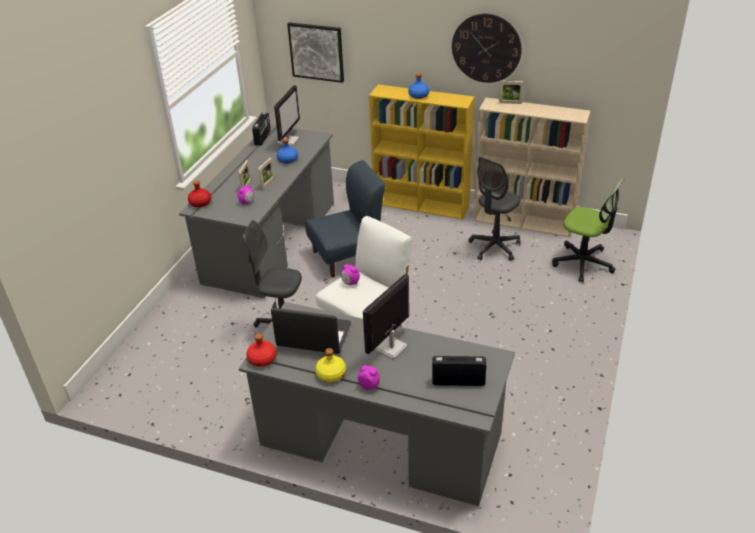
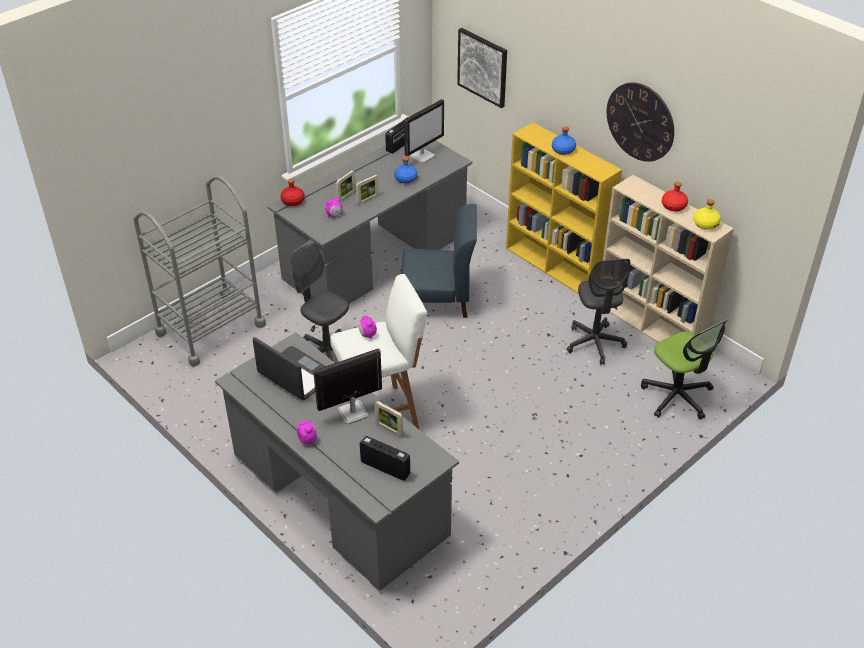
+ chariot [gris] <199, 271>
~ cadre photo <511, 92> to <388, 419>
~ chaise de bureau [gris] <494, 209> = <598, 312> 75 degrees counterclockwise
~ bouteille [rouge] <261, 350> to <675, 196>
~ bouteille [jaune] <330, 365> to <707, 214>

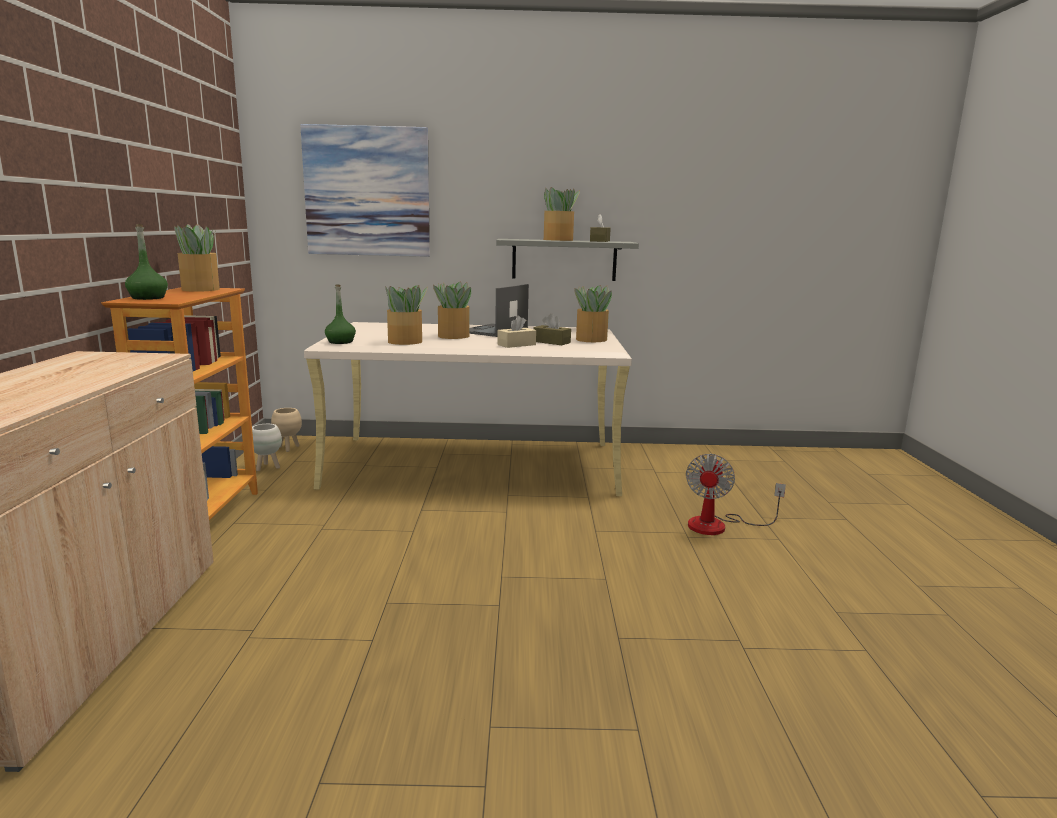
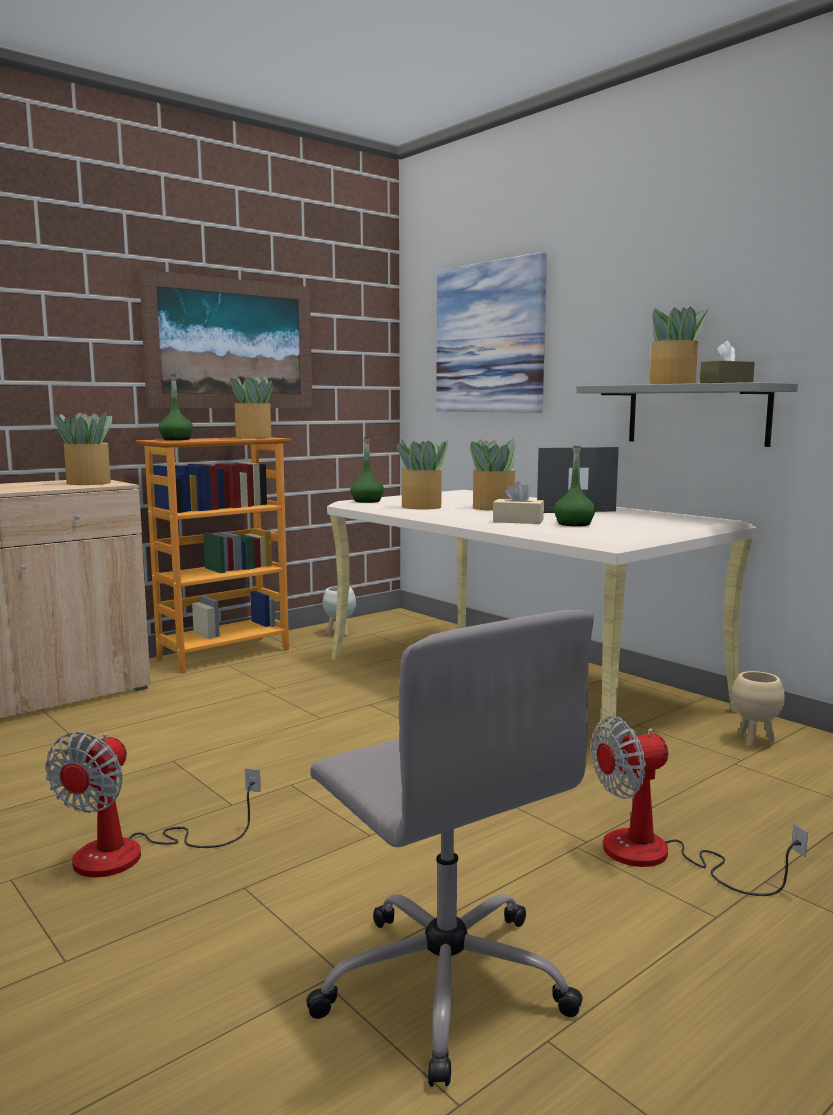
+ ventilateur <153, 804>
~ plante en pot <593, 313> to <83, 448>
+ tableau <226, 339>
+ chaise de bureau [gris] <450, 848>
~ boîte à mouchoirs [marron] <552, 329> to bouteille [vert] <575, 485>
~ cache-pot [beige] <286, 430> to <758, 709>

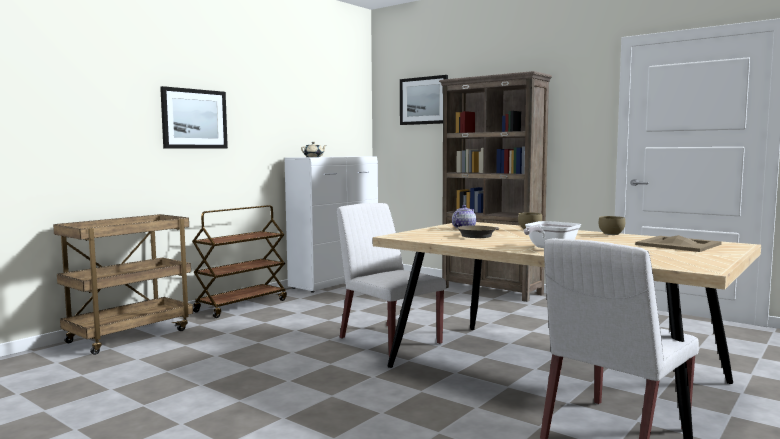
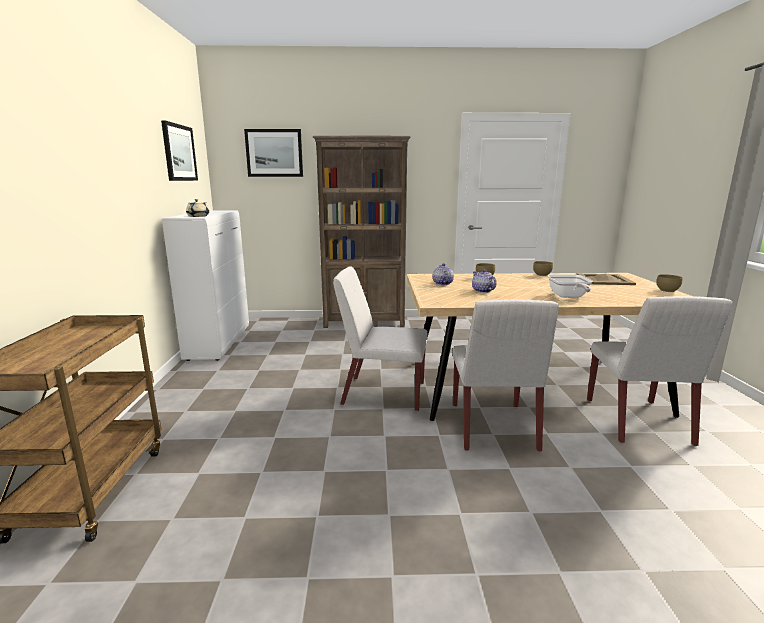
~ tableau <194, 117> to <179, 150>
+ chaise [blanc] <506, 375>
~ poêle [marron] <478, 231> to théière <484, 281>
+ bol [marron] <669, 283>
- chariot [marron] <239, 261>

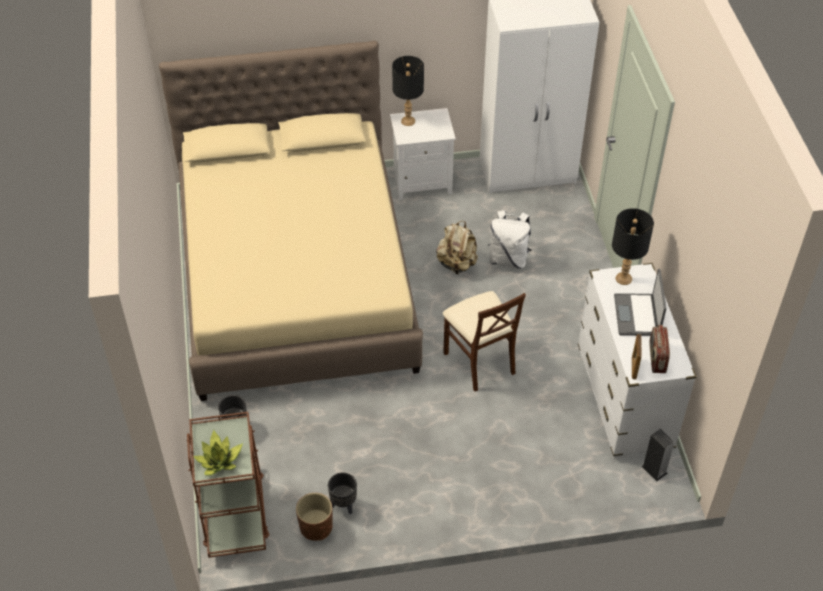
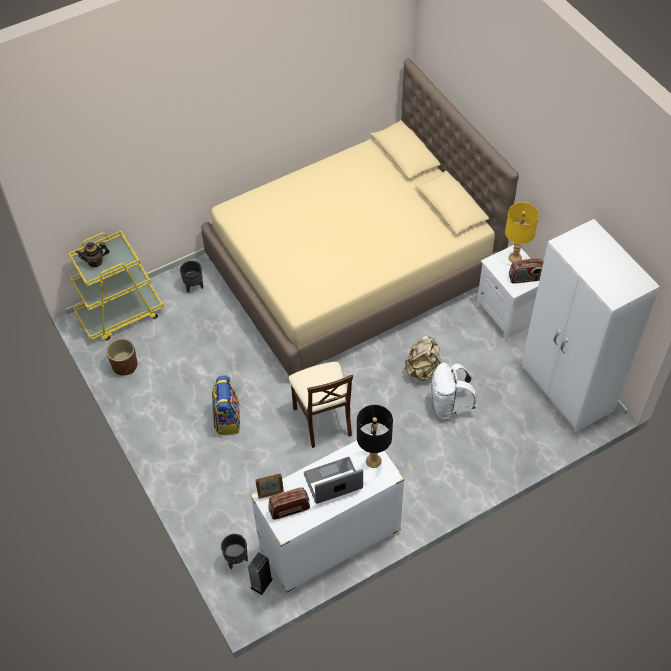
~ chariot [marron] <228, 485> to chariot [jaune] <116, 285>
~ plante en pot <218, 453> to théière <93, 254>
+ sac à dos <226, 405>
~ cache-pot [noir] <342, 493> to <234, 551>
~ chaise [beige] <484, 341> = <321, 405> 60 degrees counterclockwise
~ lampe de table [noir] <408, 91> to lampe de table [jaune] <522, 232>
+ radio <526, 270>

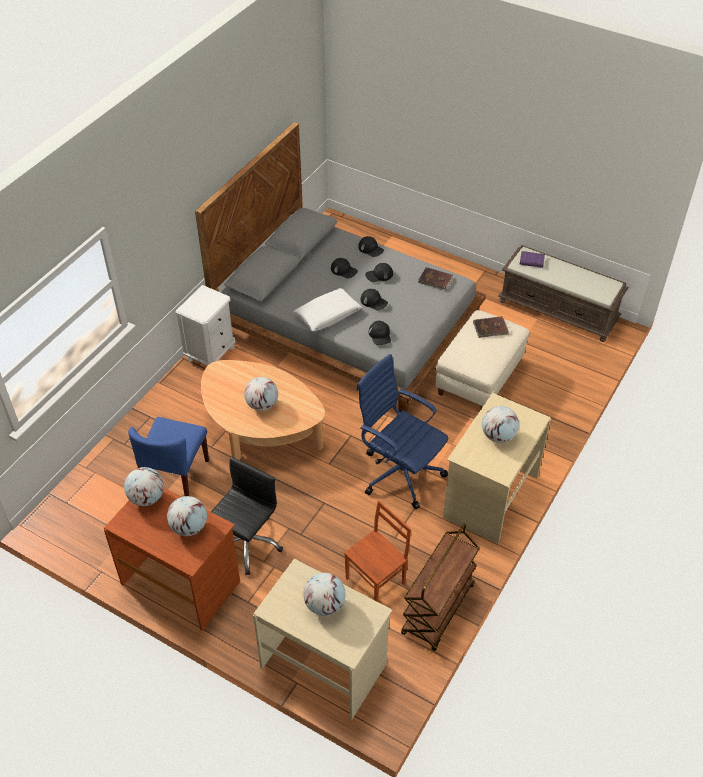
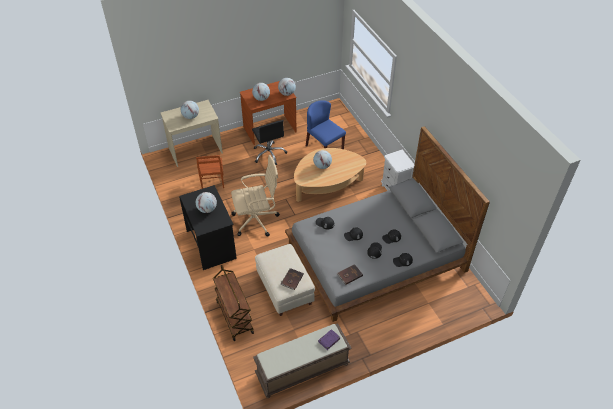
~ bureau [beige] <497, 468> to bureau [noir] <208, 227>
~ chariot [marron] <440, 587> to <233, 303>
~ chaise de bureau [bleu] <402, 431> to chaise de bureau [beige] <255, 196>
- coussin [blanc] <327, 309>

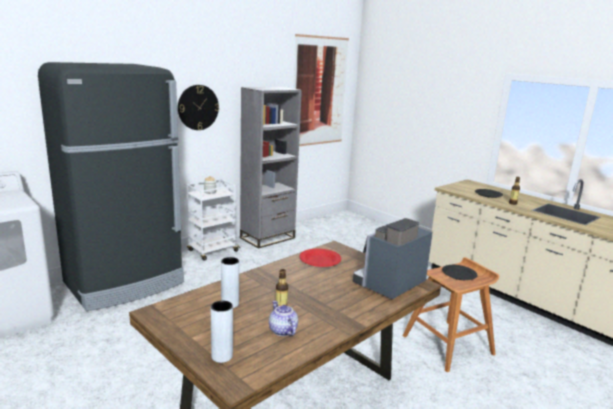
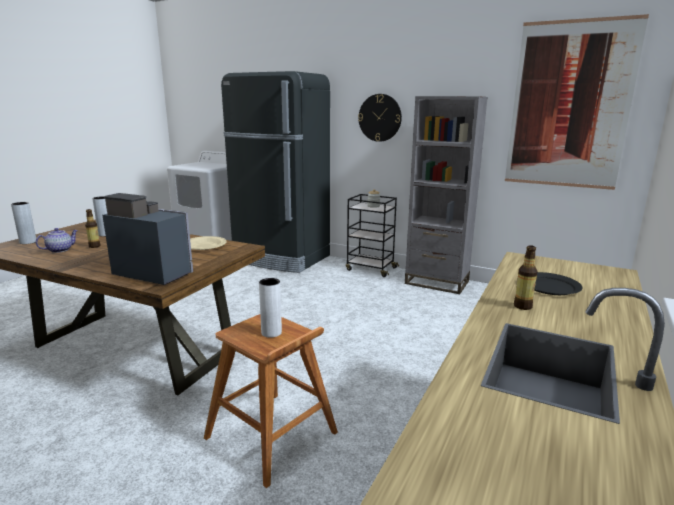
~ assiette [rouge] <320, 258> to assiette [beige] <208, 243>
~ assiette [noir] <460, 272> to vase [blanc] <270, 308>
~ chariot [blanc] <213, 220> to chariot [noir] <372, 235>

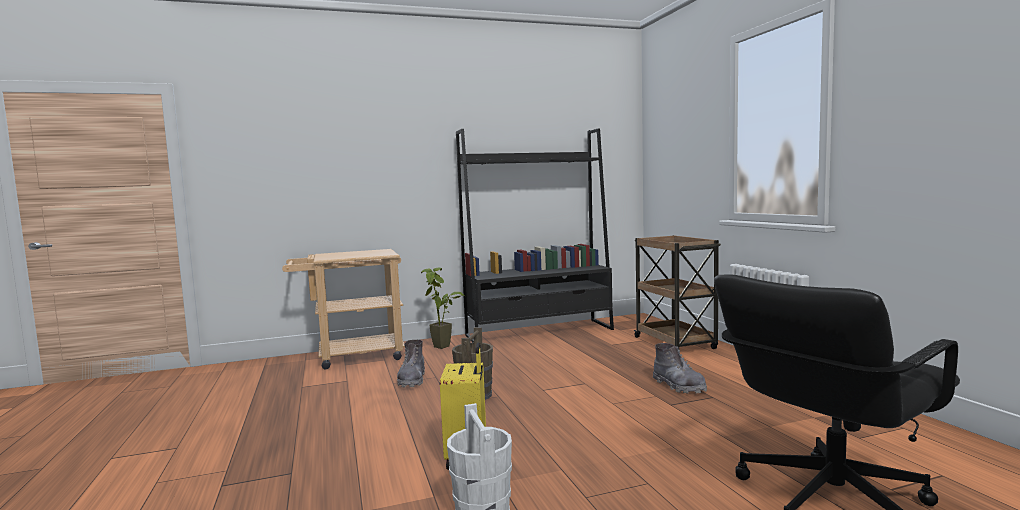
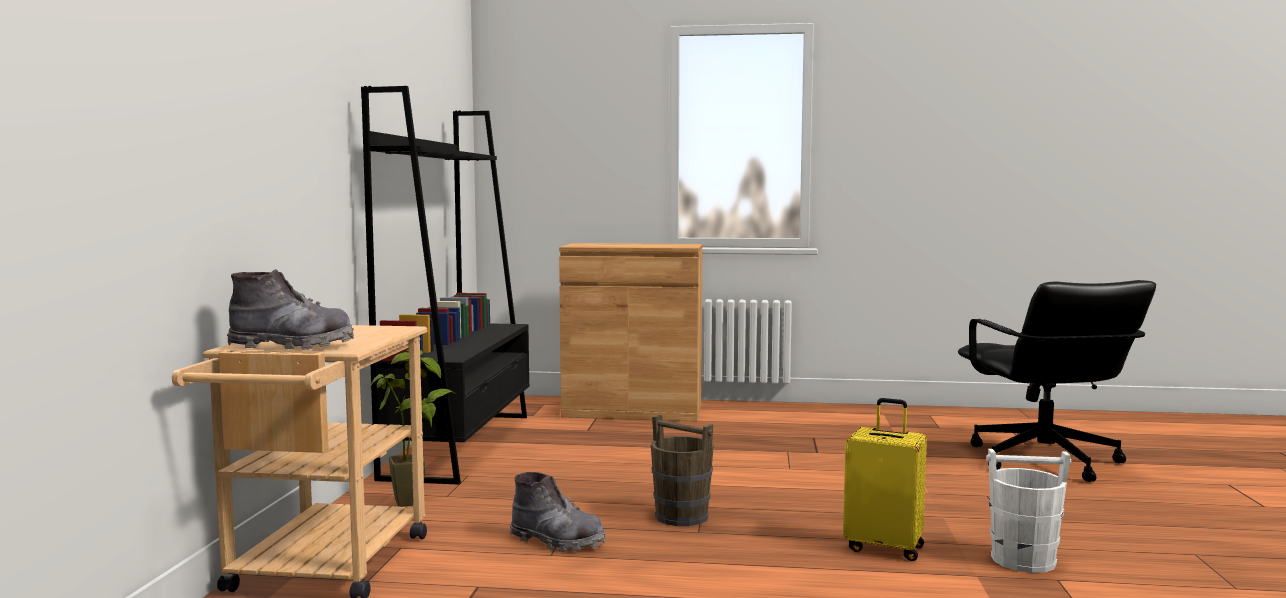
~ botte [gris] <680, 368> to <290, 309>
~ chariot [marron] <677, 292> to meuble de rangement [marron] <630, 332>

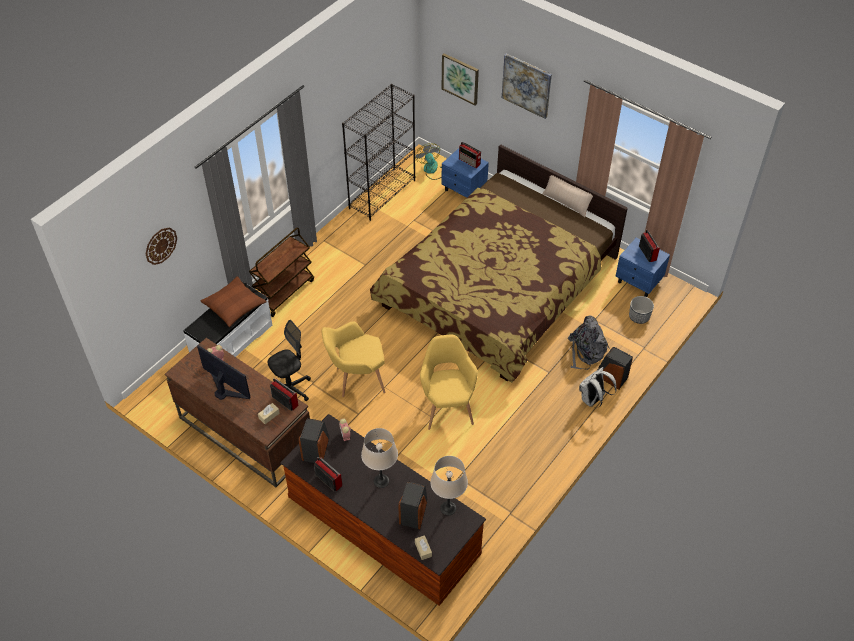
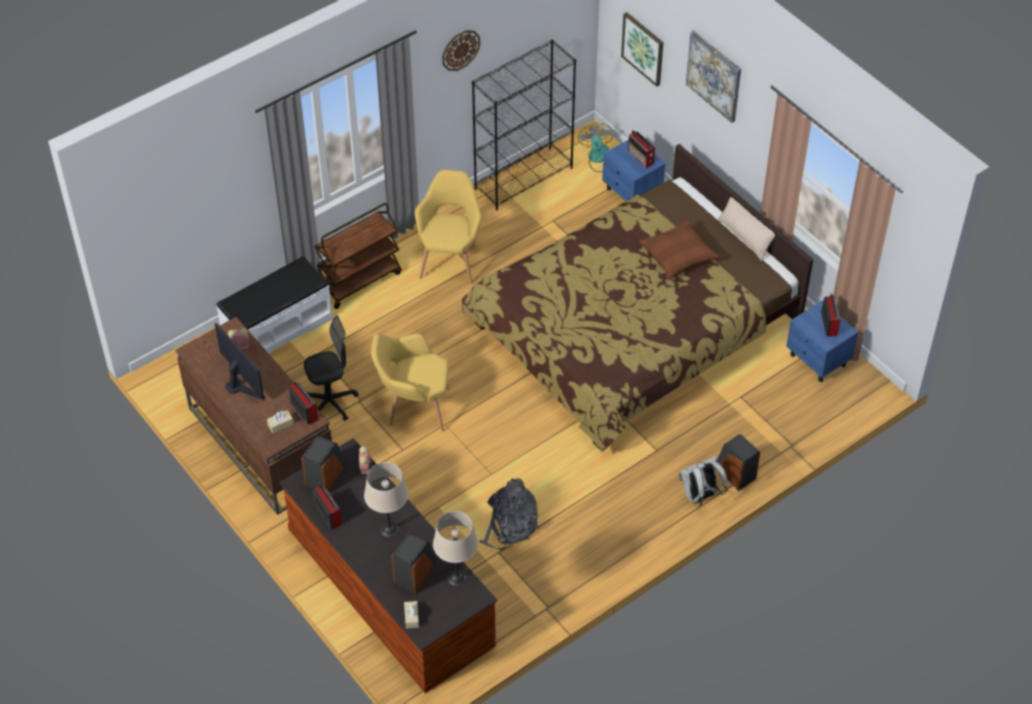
~ fauteuil [jaune] <449, 382> to <448, 227>
~ horloge murale <161, 246> to <461, 50>
~ sac à dos [gris] <588, 342> to <509, 514>
~ coussin [marron] <234, 301> to <679, 249>
- cache-pot <641, 310>

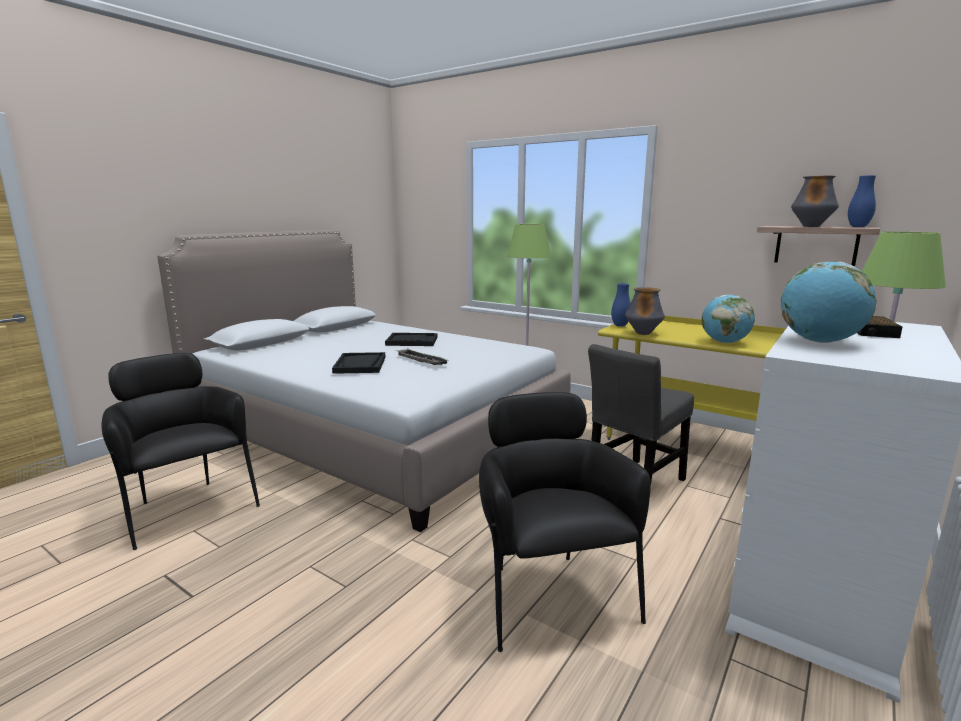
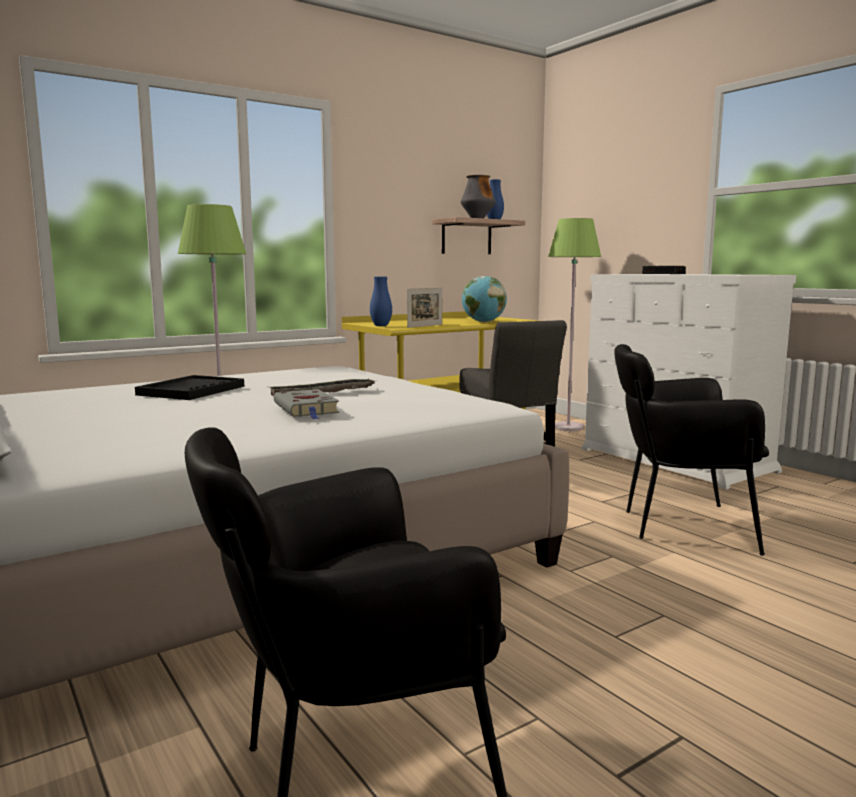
~ plateau [noir] <358, 363> to livre [gris] <306, 404>
~ vase <645, 311> to cadre photo <424, 308>
- globe <828, 302>

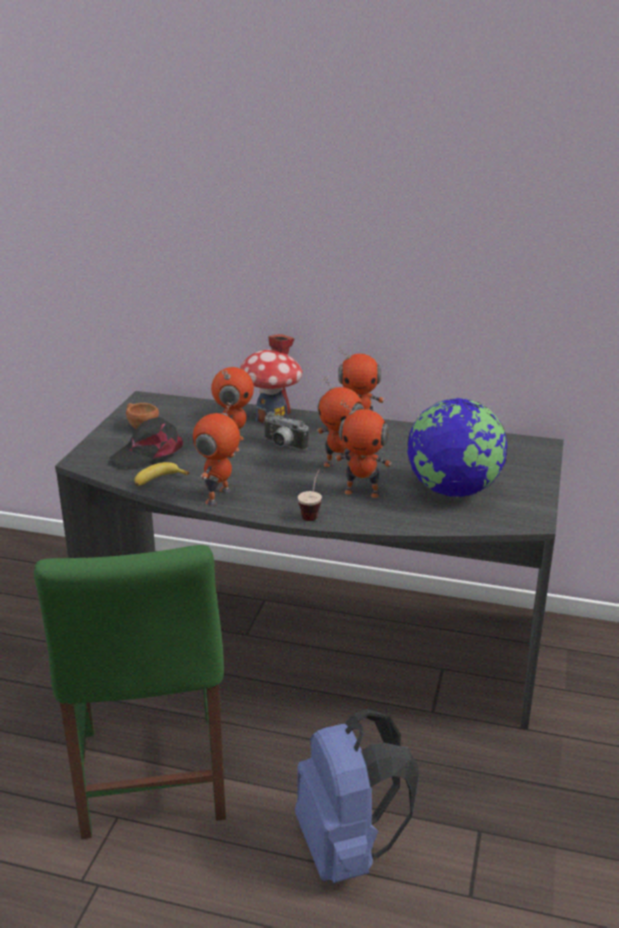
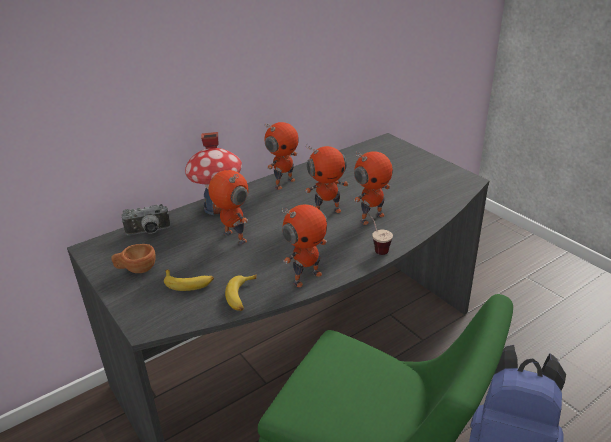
~ appareil photo <286, 431> to <146, 219>
~ casquette [noir] <146, 443> to banane <189, 280>
~ robot jouet <216, 453> = <304, 245> 105 degrees counterclockwise
- globe <457, 448>

